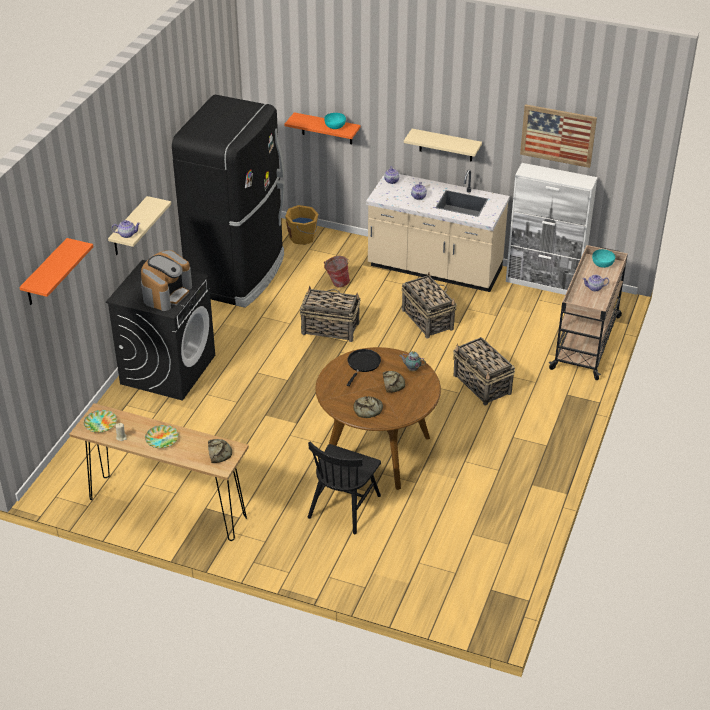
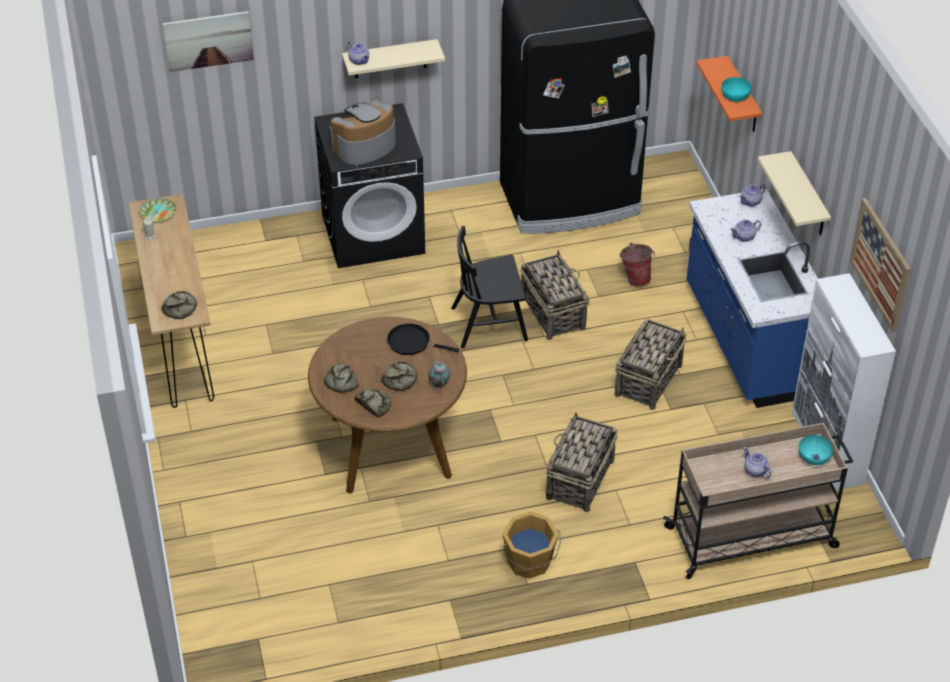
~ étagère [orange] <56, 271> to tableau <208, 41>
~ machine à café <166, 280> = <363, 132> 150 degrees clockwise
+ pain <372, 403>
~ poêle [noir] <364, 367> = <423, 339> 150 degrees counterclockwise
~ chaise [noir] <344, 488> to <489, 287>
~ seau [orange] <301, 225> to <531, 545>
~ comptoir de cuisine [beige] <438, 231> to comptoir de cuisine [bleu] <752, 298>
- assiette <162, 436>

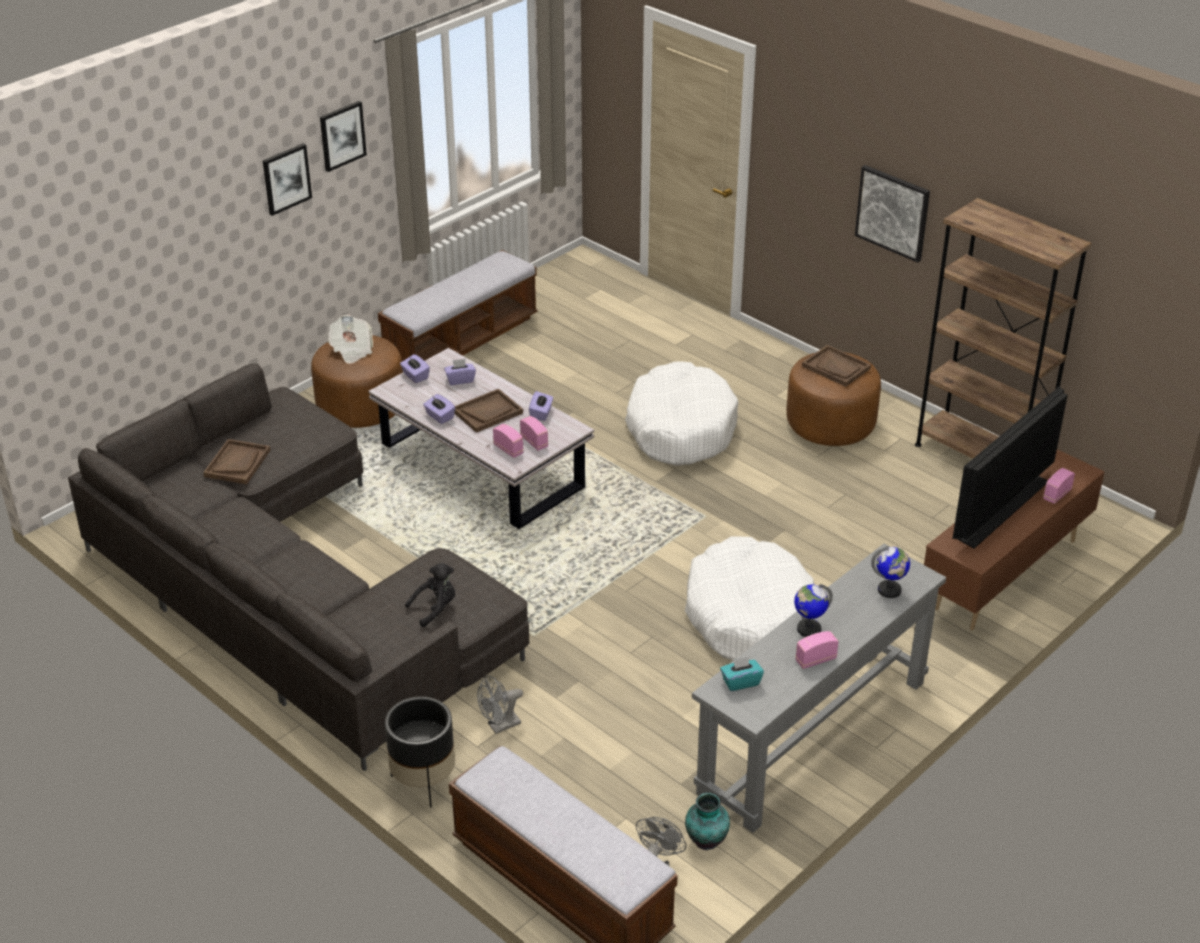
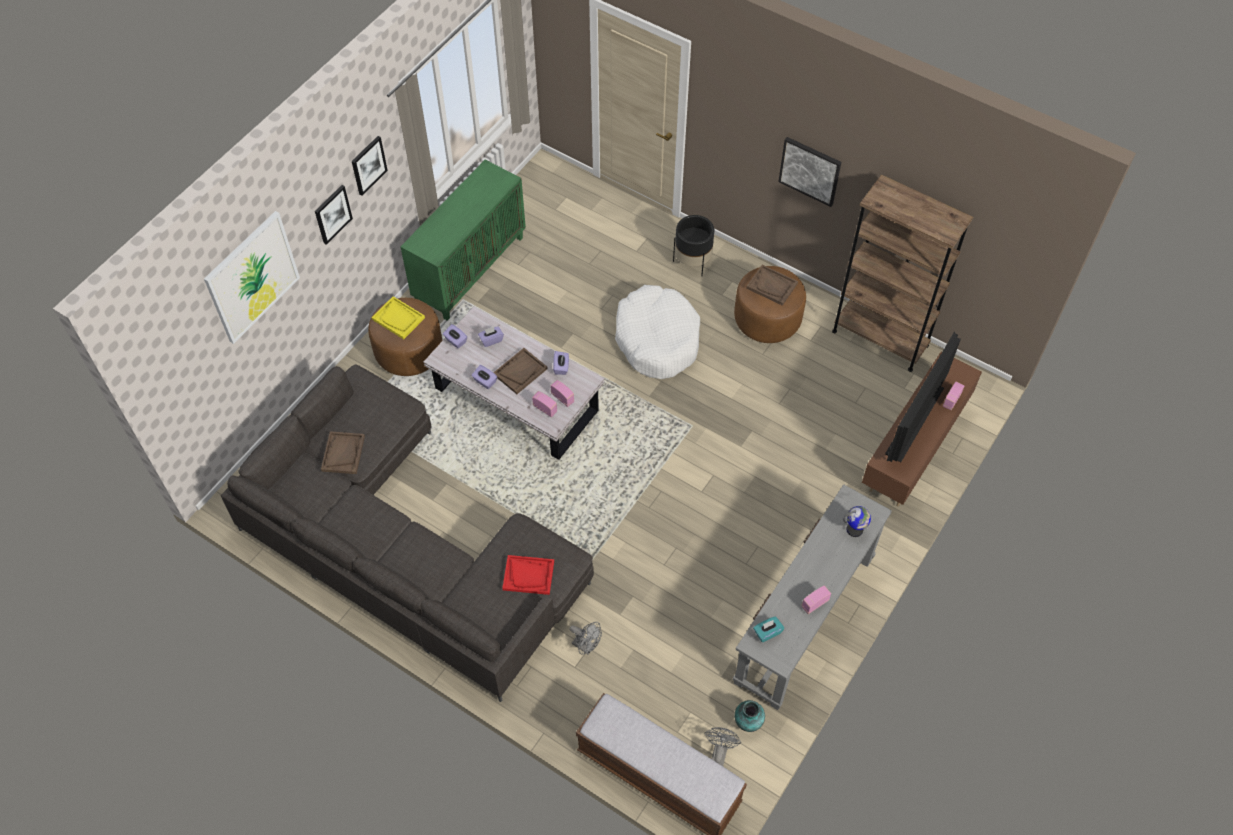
+ tableau <252, 277>
~ journal <350, 339> to plateau [jaune] <398, 317>
~ banc <458, 305> to meuble de rangement [vert] <463, 240>
~ peluche [noir] <430, 595> to plateau [rouge] <528, 575>
~ ventilateur [gris] <500, 704> = <586, 638> 105 degrees counterclockwise
~ cache-pot [noir] <420, 752> to <693, 245>
- panier pour chien [blanc] <749, 599>
- globe <813, 610>

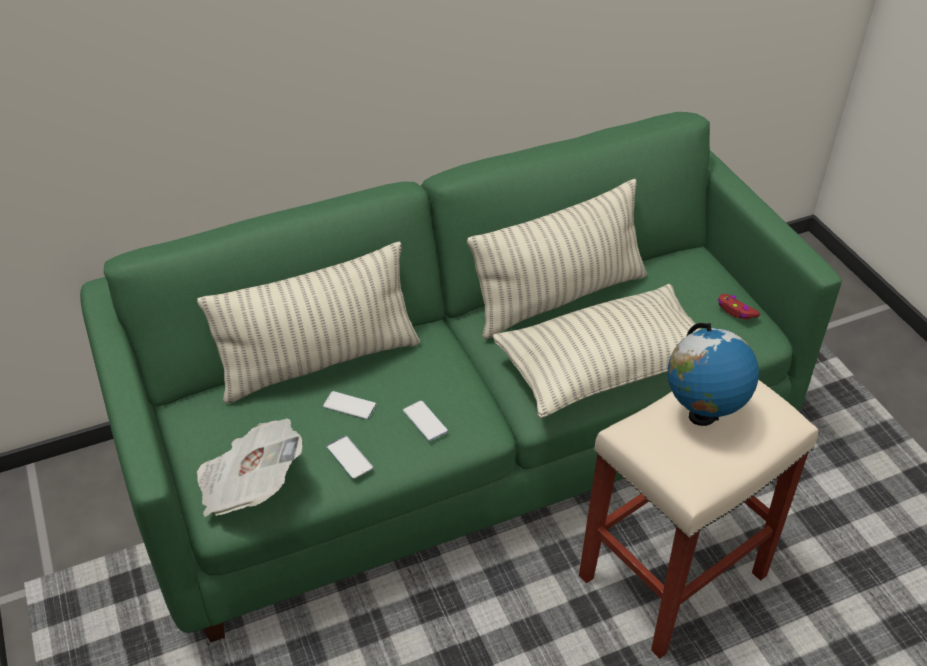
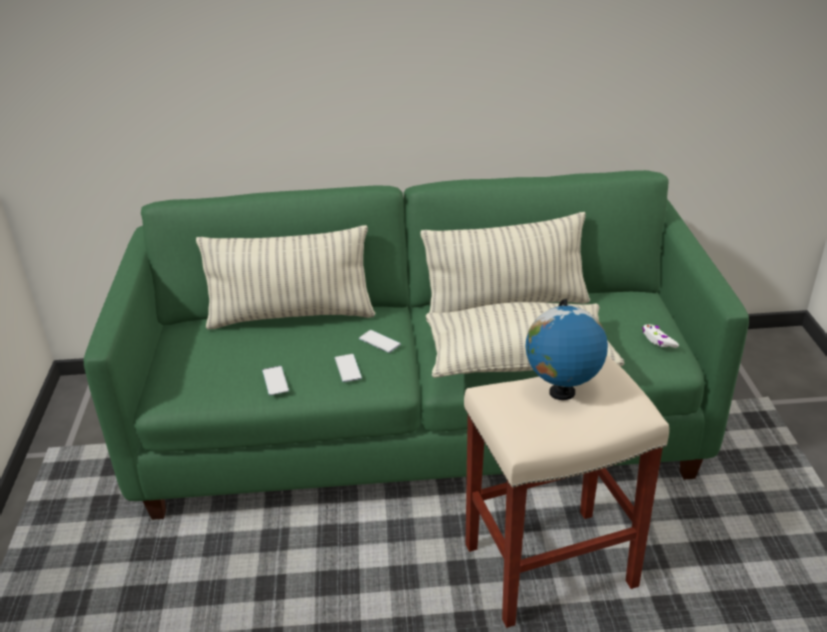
~ téléphone <350, 405> to <380, 341>
~ manette [rouge] <739, 307> to manette [blanc] <660, 336>
- journal <250, 468>

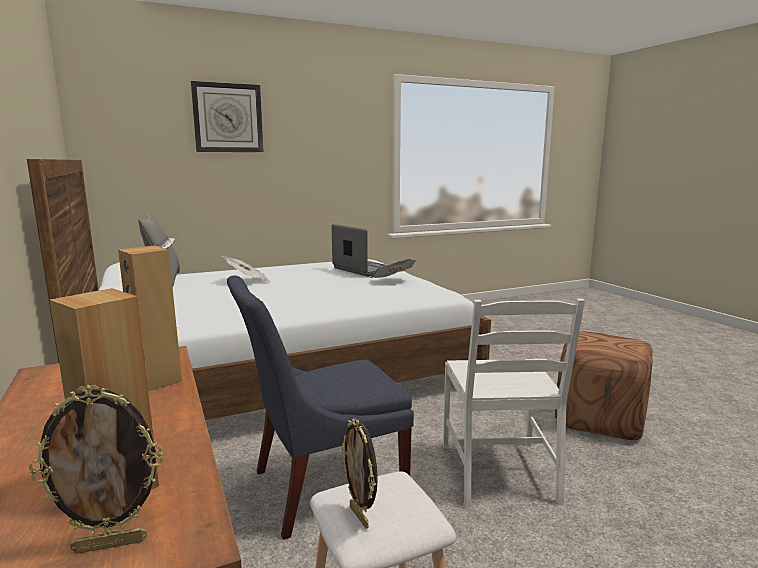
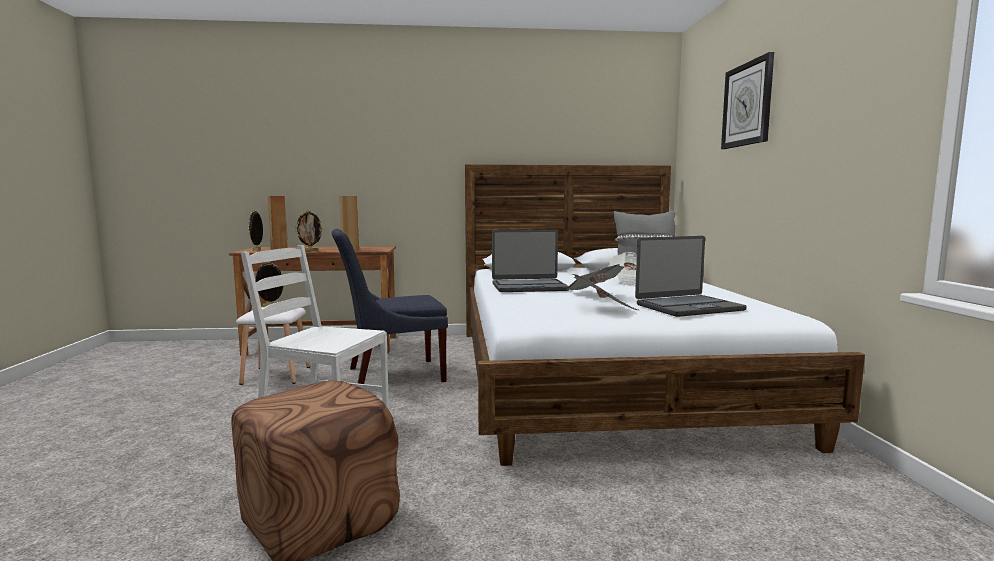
+ cadre photo <309, 231>
~ chaise [bleu] <320, 407> = <390, 306> 105 degrees counterclockwise
+ ordinateur portable <530, 260>
+ journal <595, 277>

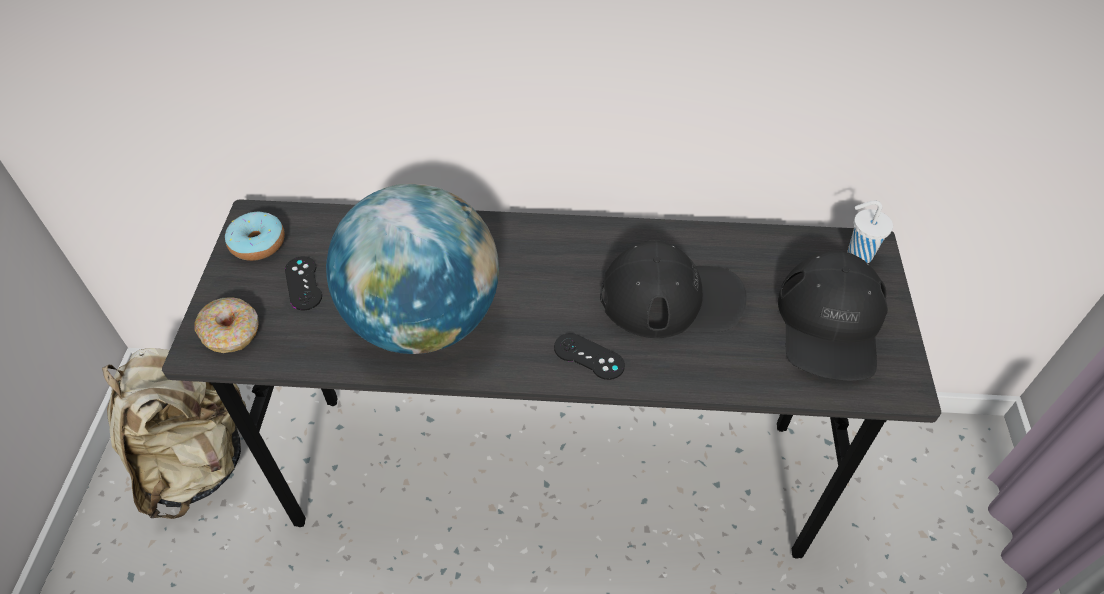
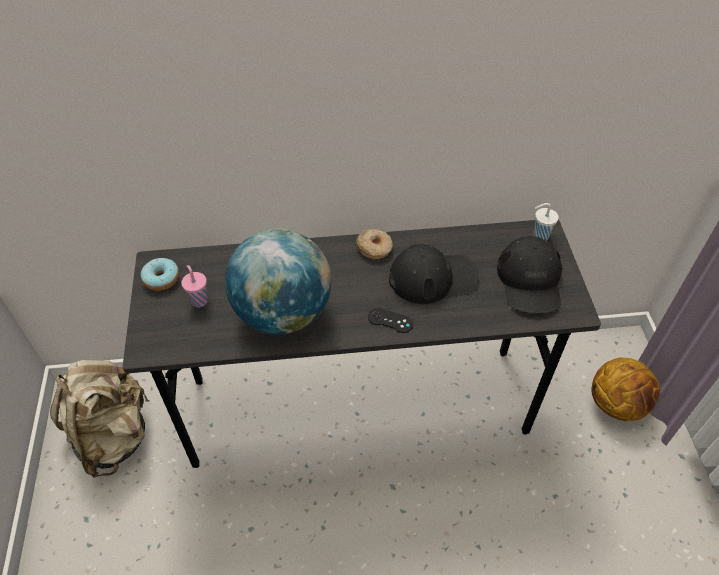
~ manette [noir] <303, 283> to tasse [rose] <194, 286>
~ beignet <227, 325> to <374, 244>
+ ballon de basket <626, 389>

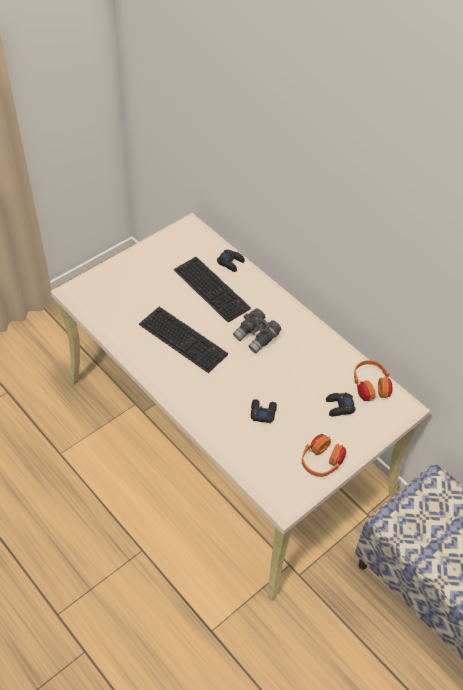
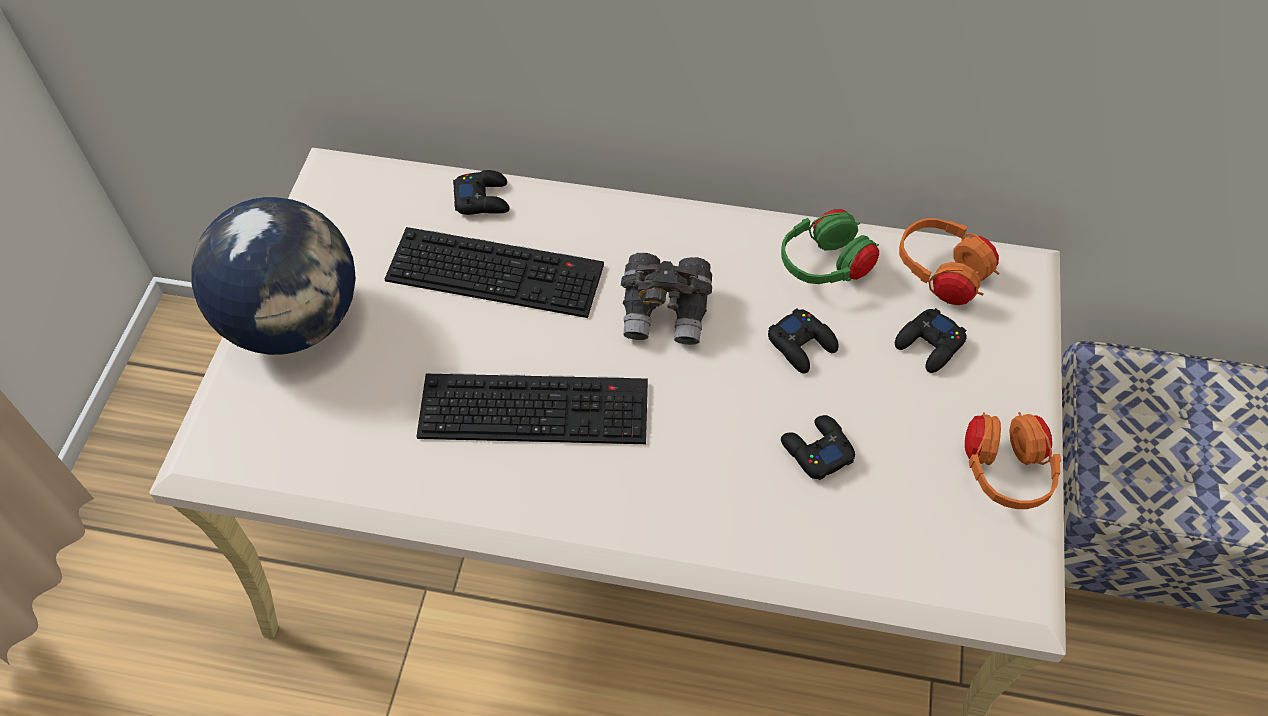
+ globe <273, 276>
+ manette [noir] <803, 341>
+ casque audio [vert] <830, 246>

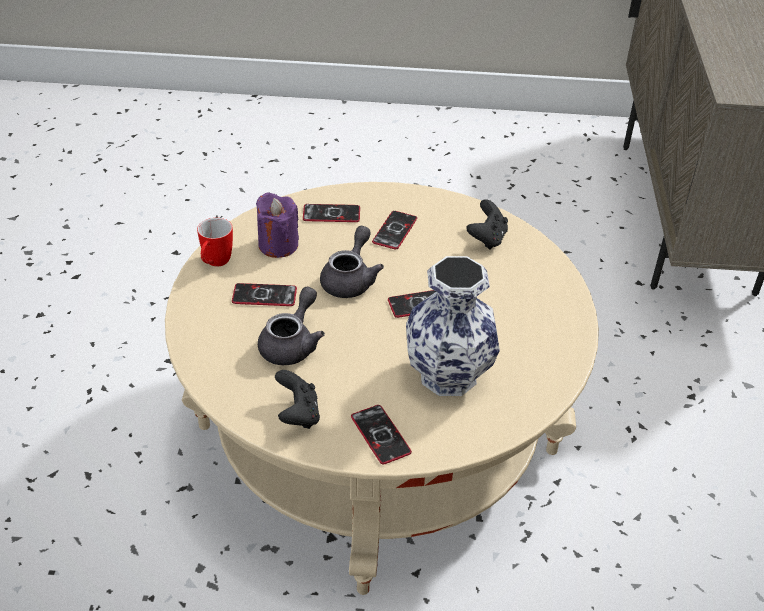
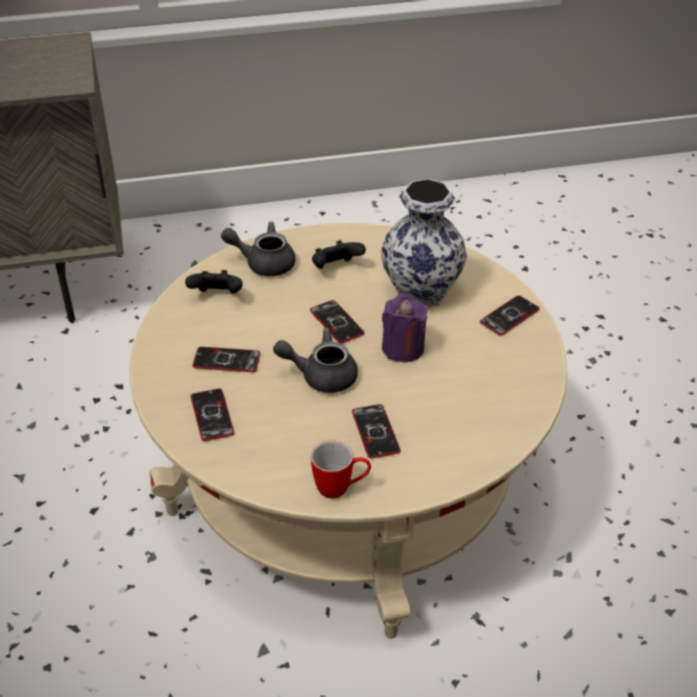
~ théière [gris] <291, 326> to <258, 249>
~ manette [noir] <297, 399> to <339, 254>
~ bougie [violet] <277, 225> to <405, 328>

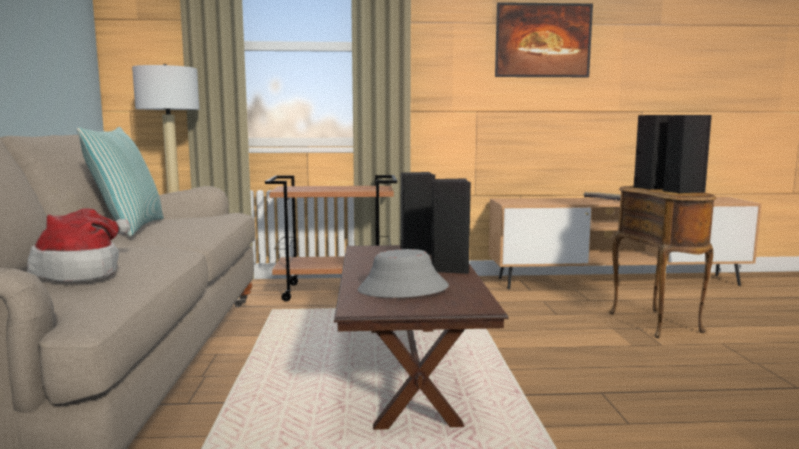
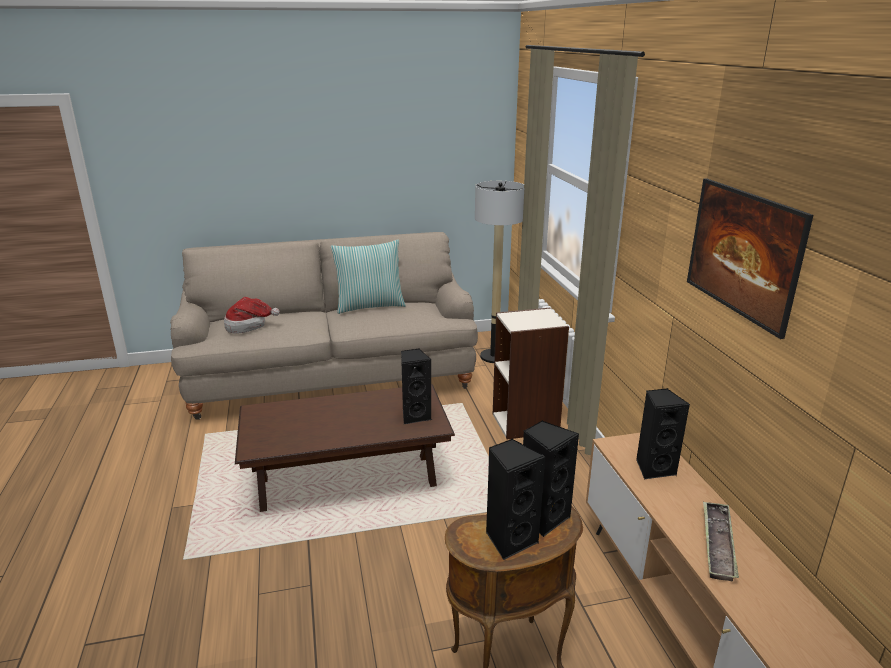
~ chariot [marron] <331, 238> to bibliothèque <531, 374>
~ enceinte [noir] <451, 226> to <663, 433>
- chapeau [gris] <403, 273>

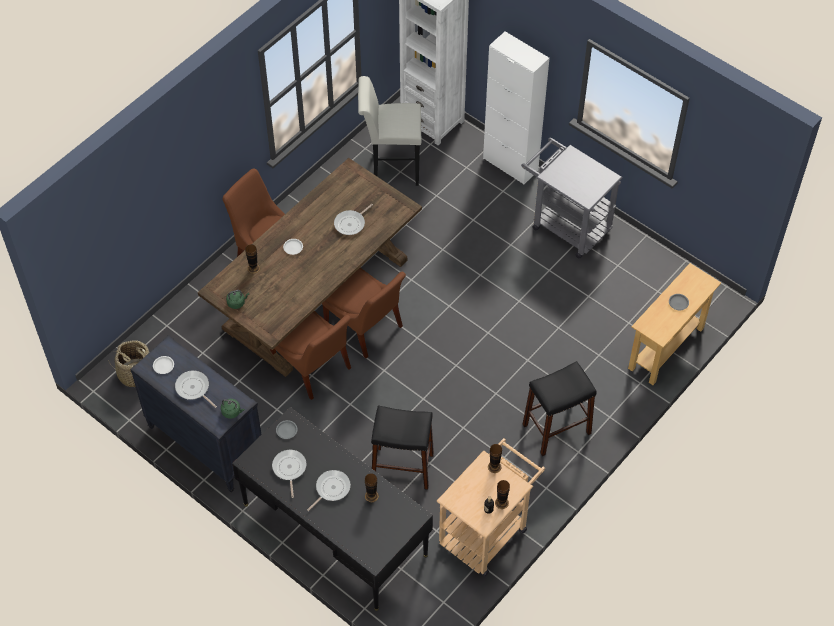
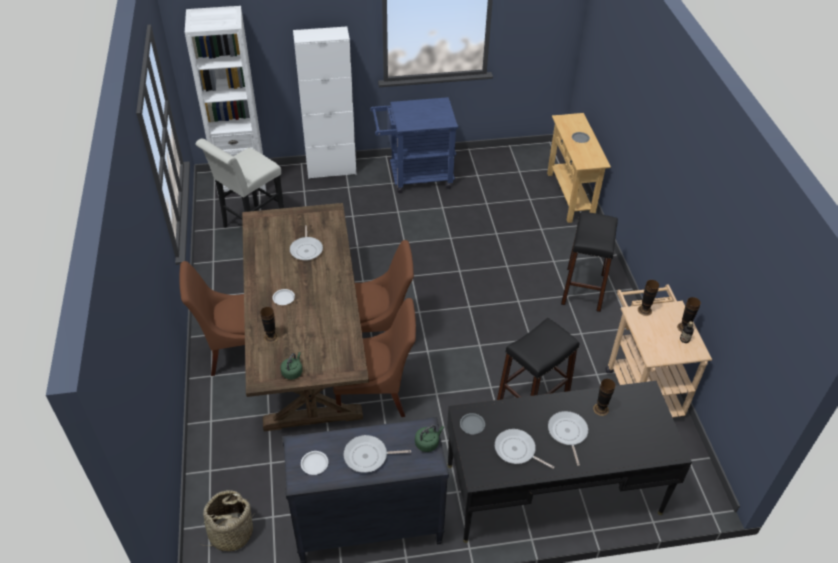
~ chariot [gris] <571, 197> to chariot [bleu] <414, 145>

